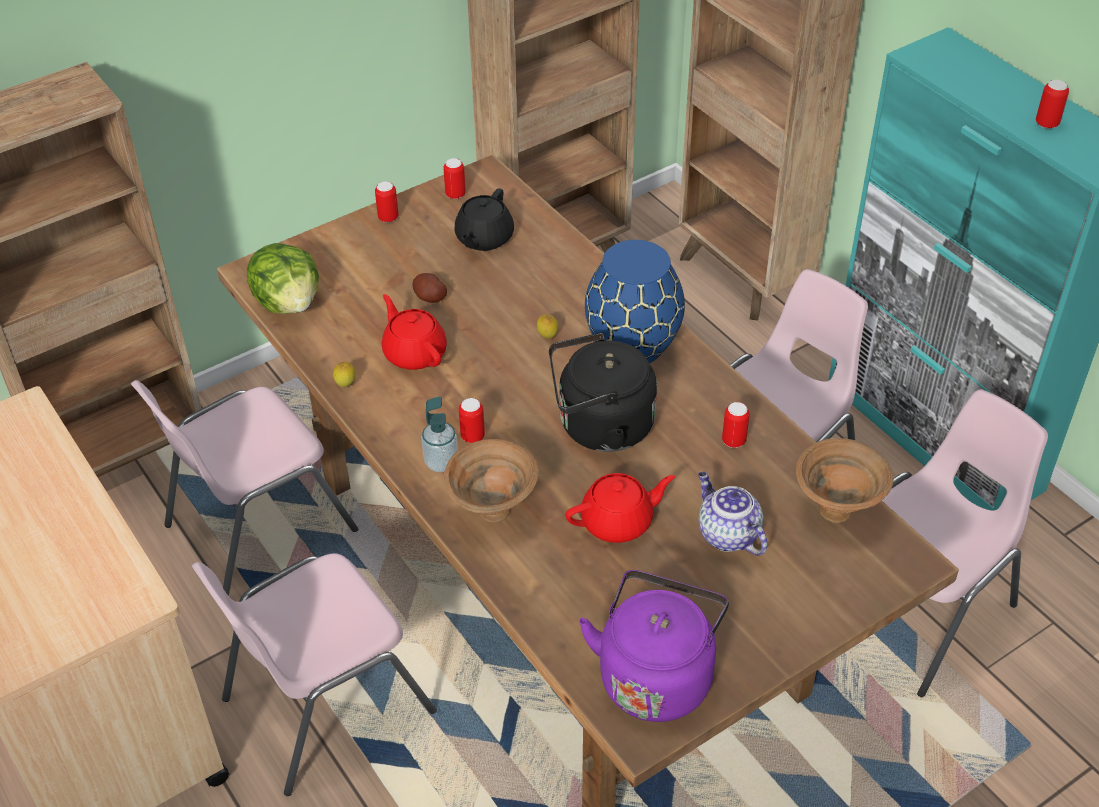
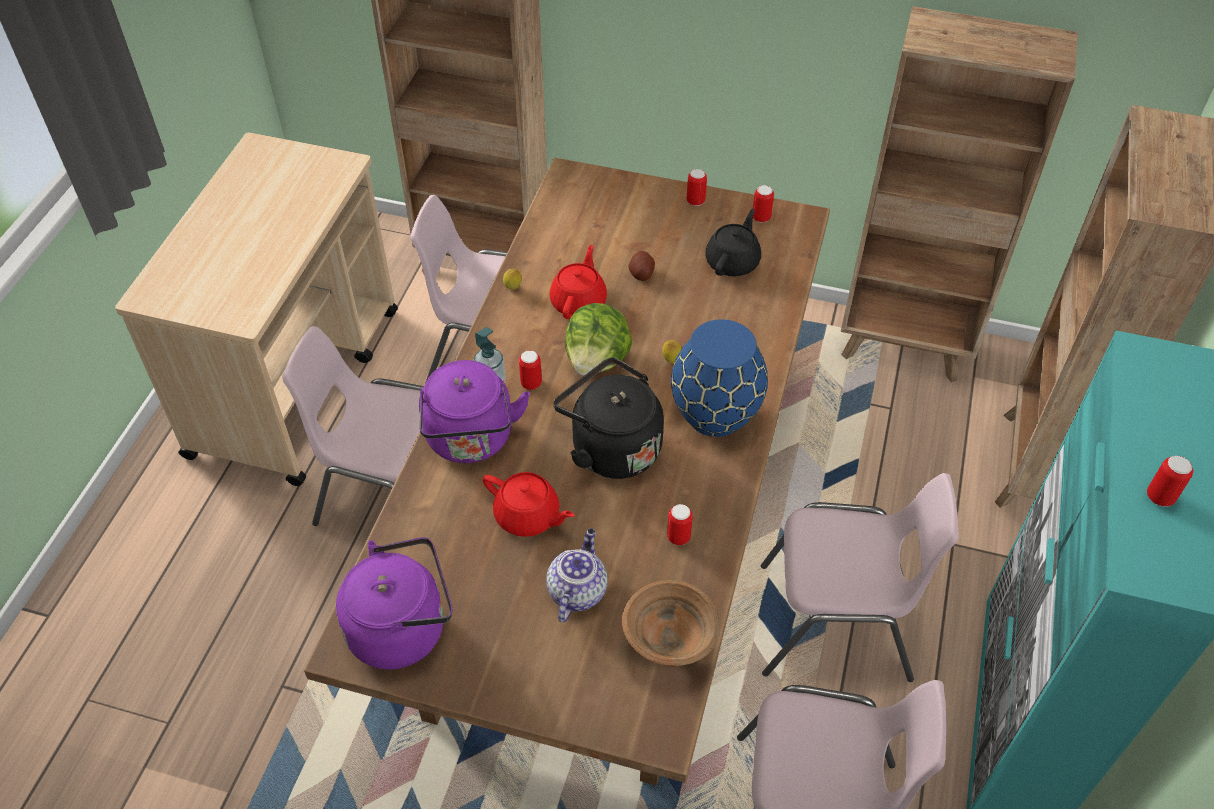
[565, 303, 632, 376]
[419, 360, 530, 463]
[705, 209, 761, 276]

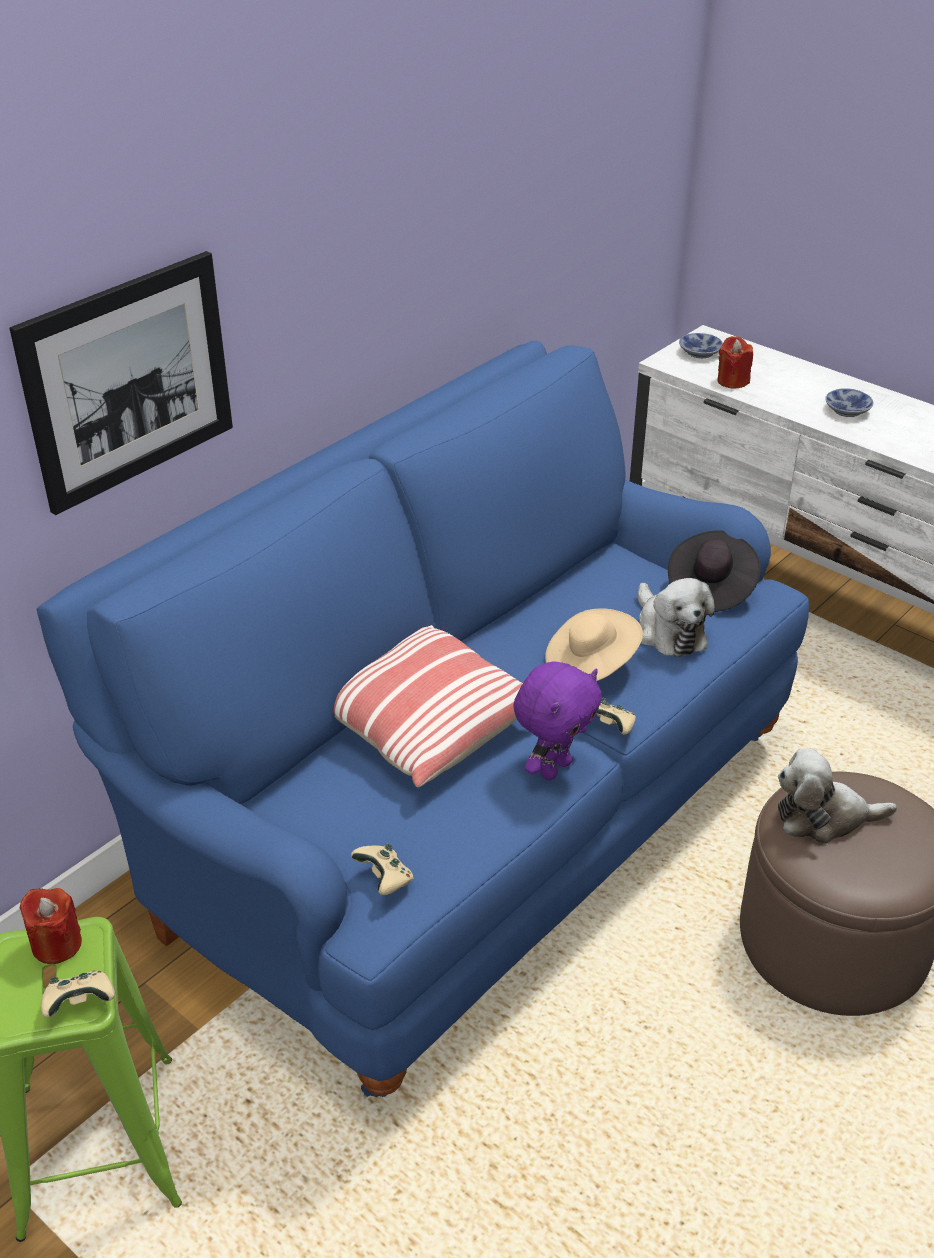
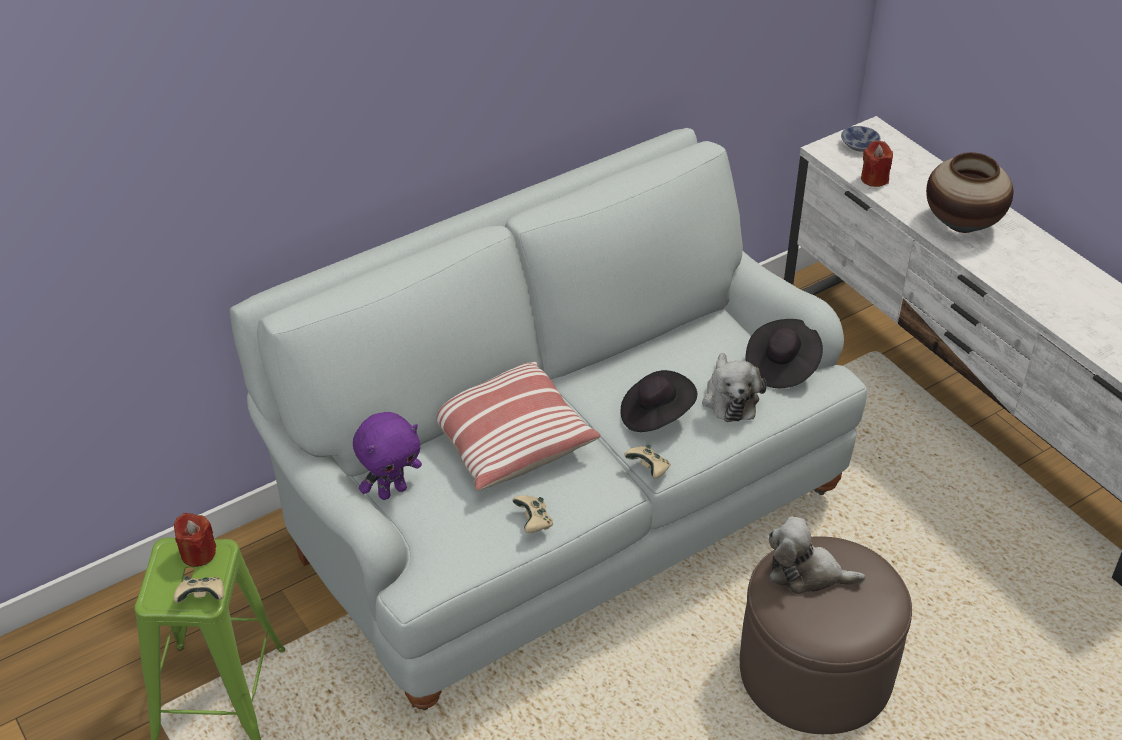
[9, 251, 233, 515] (first image)
[512, 495, 553, 533]
[353, 412, 422, 500]
[926, 152, 1013, 233]
[230, 128, 867, 710]
[621, 370, 697, 432]

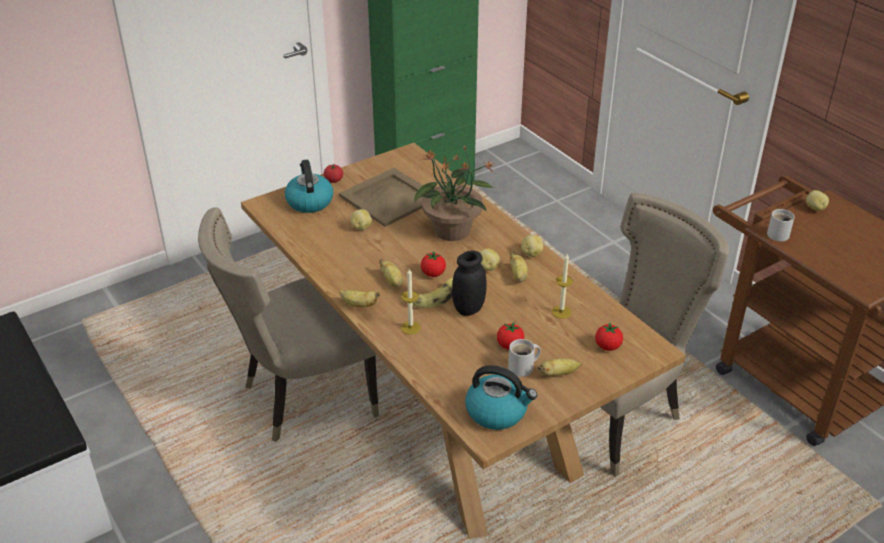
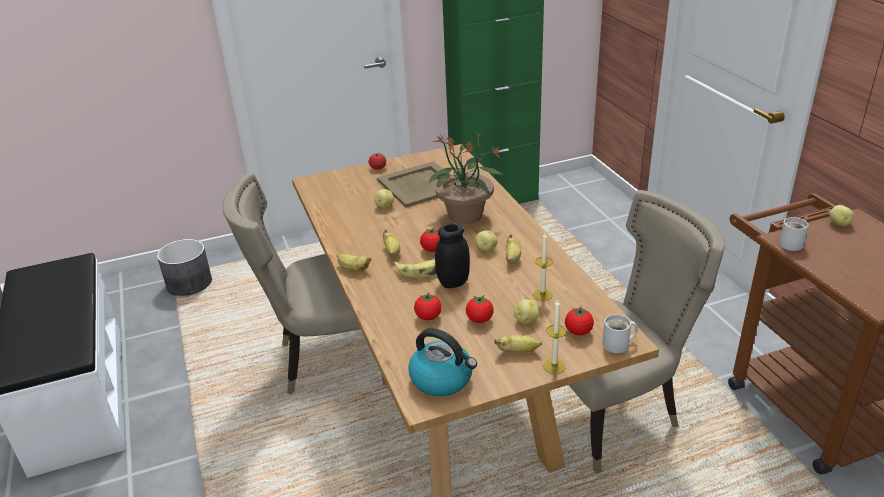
[285, 160, 333, 213] (first image)
[157, 239, 212, 296]
[414, 292, 442, 320]
[543, 300, 566, 374]
[602, 314, 638, 353]
[514, 299, 539, 324]

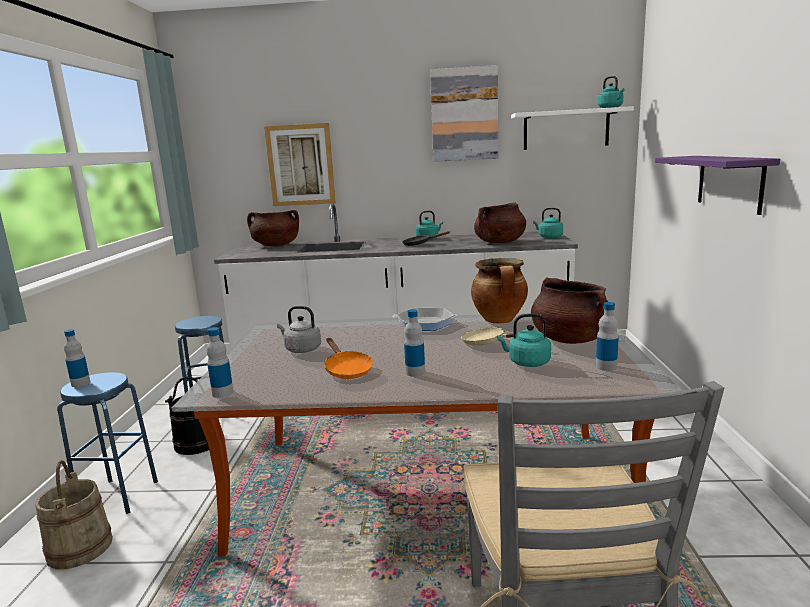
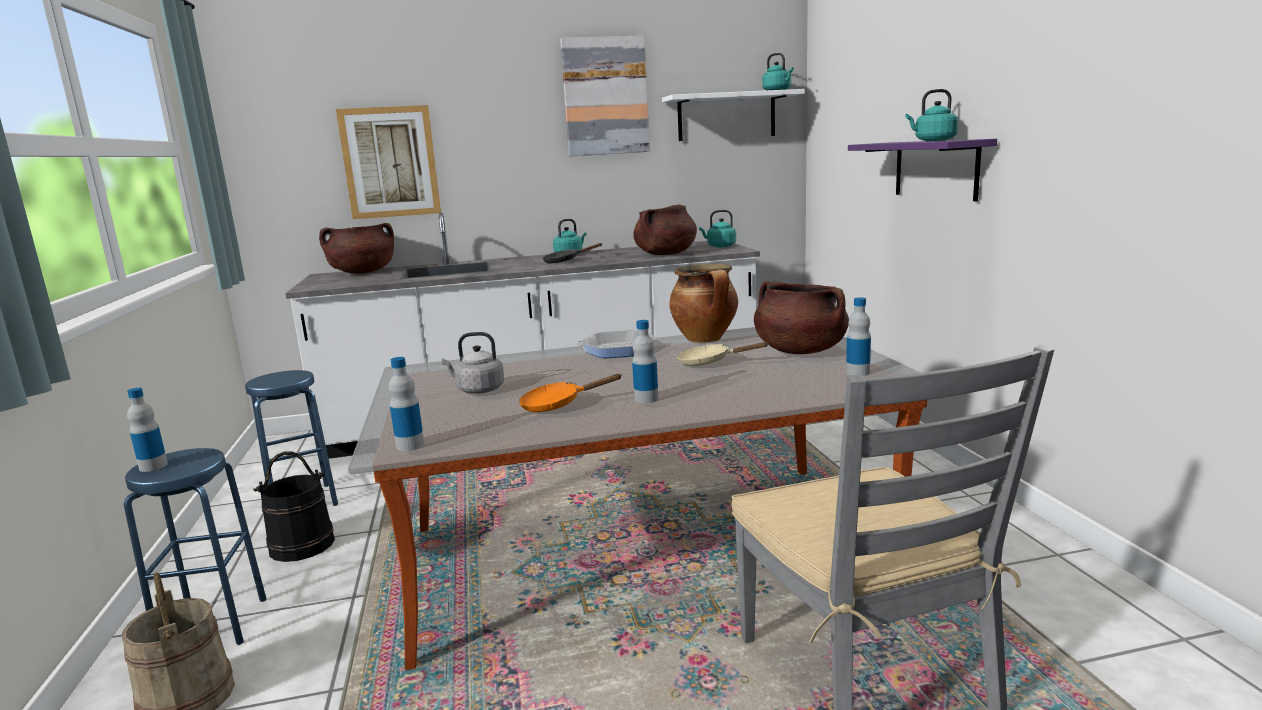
[905, 89, 958, 141]
[519, 374, 622, 412]

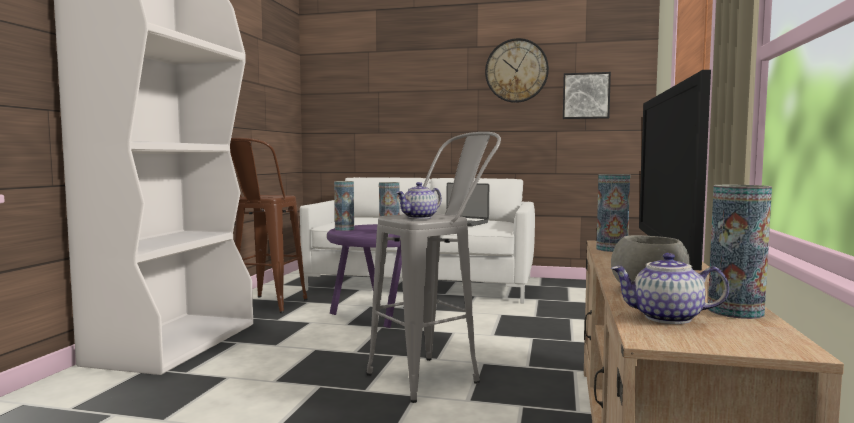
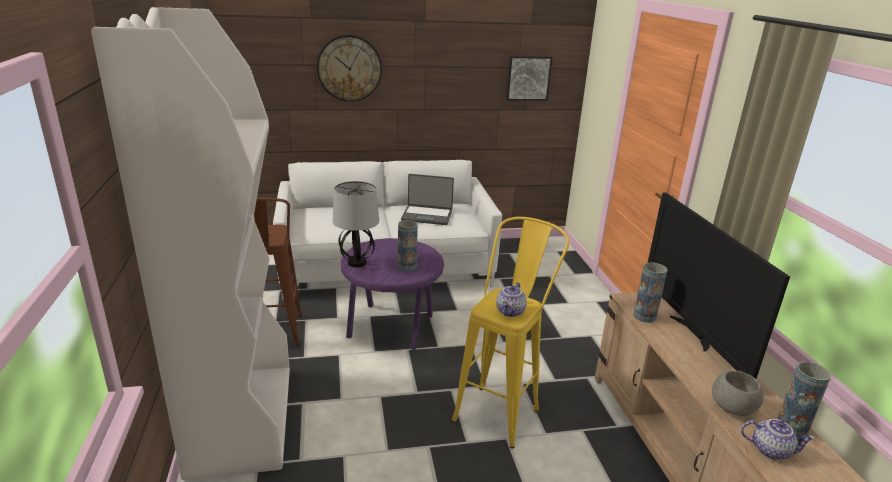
[316, 35, 382, 102]
[333, 181, 379, 268]
[452, 217, 569, 449]
[741, 419, 815, 460]

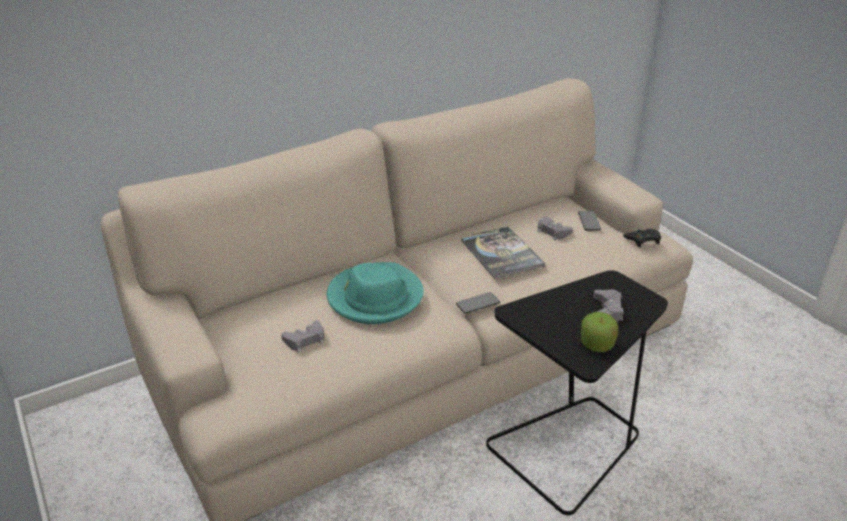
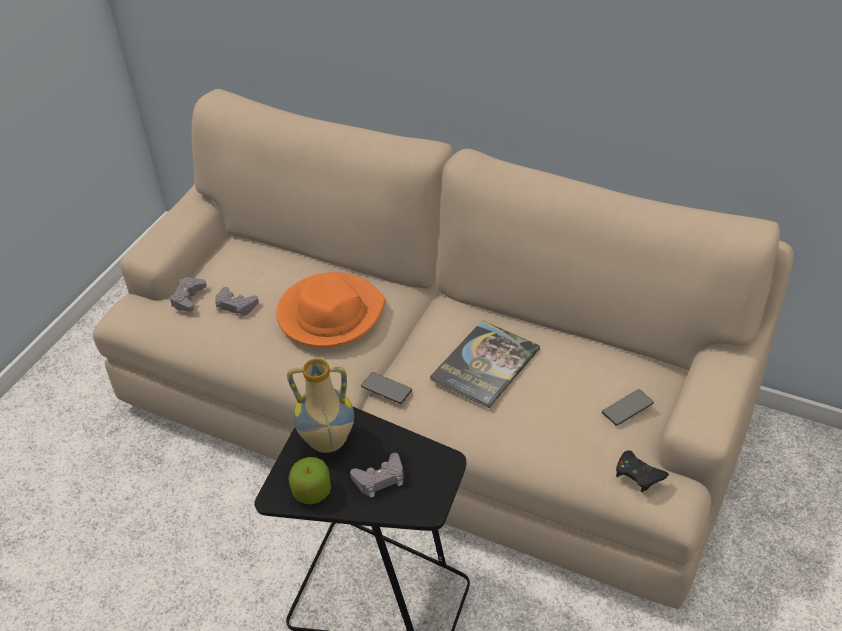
[287, 359, 354, 453]
[170, 277, 207, 312]
[276, 272, 386, 348]

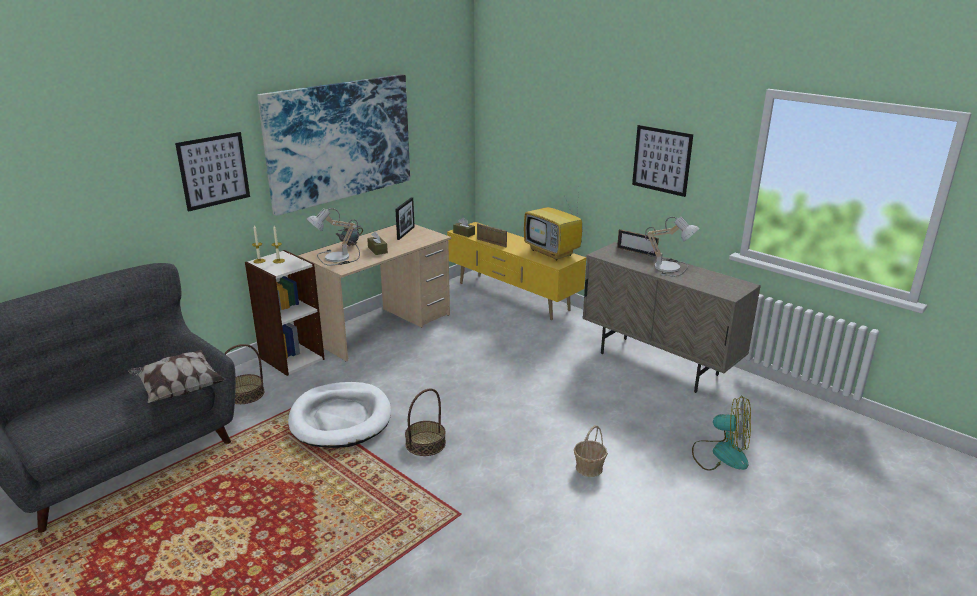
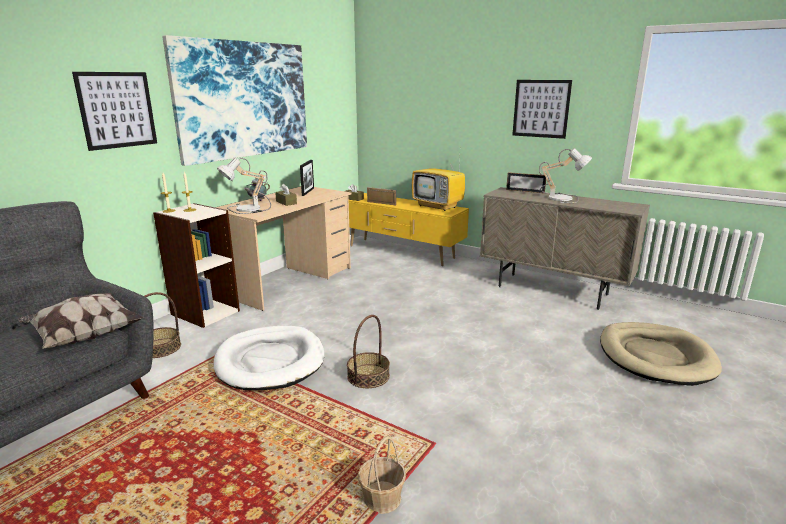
[358, 436, 406, 514]
[600, 322, 722, 386]

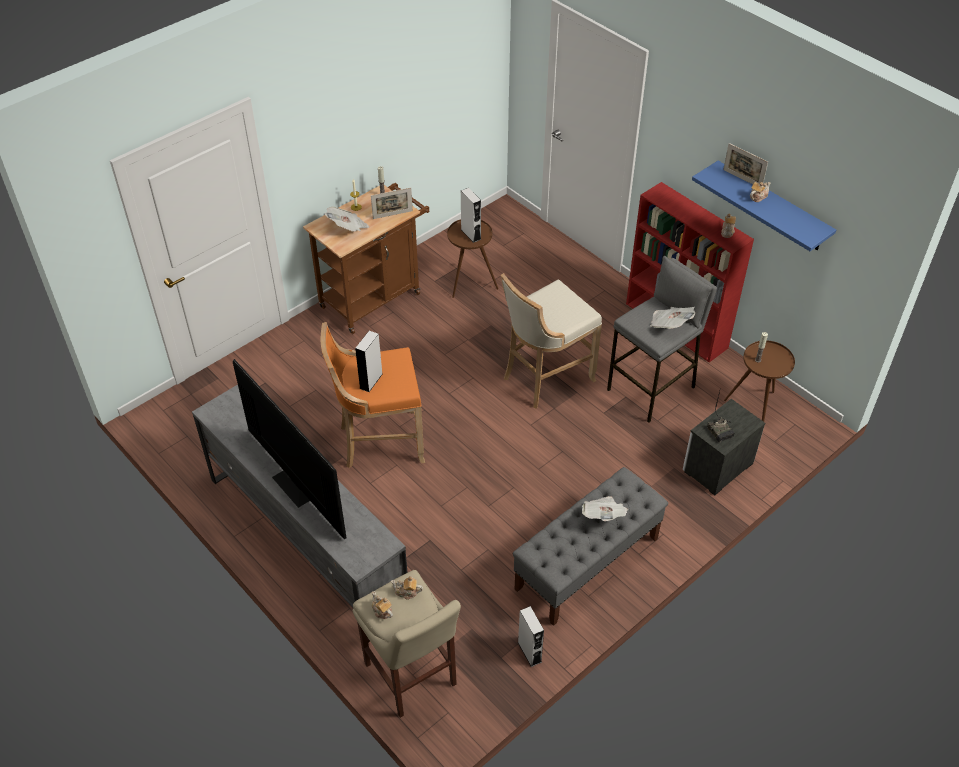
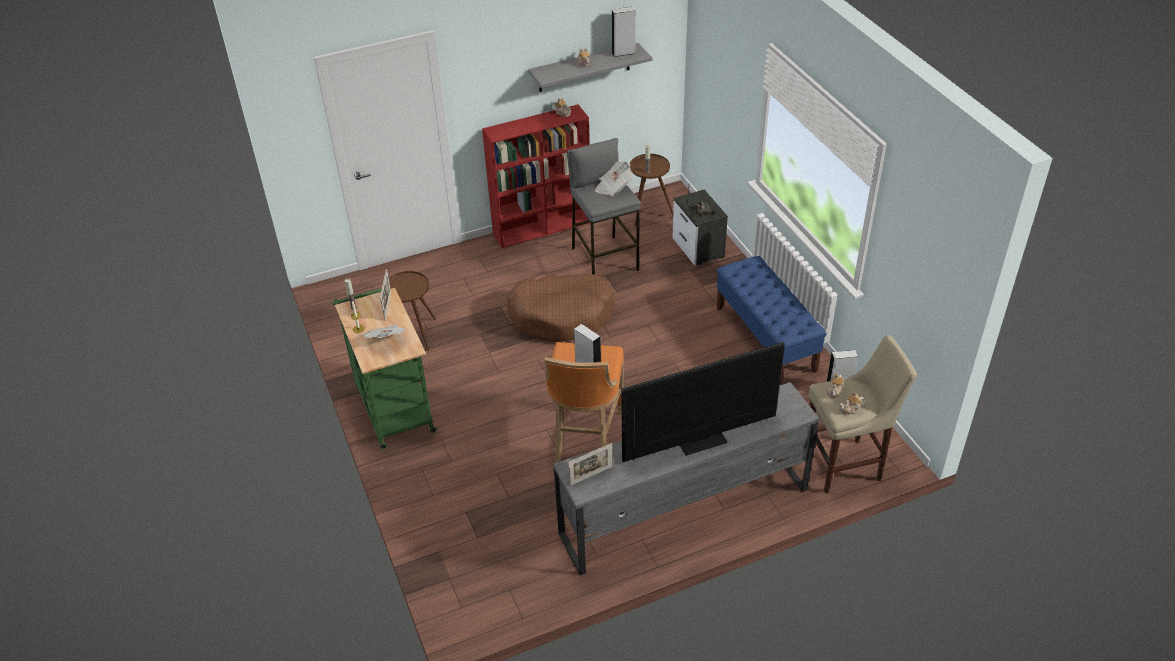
[582, 496, 628, 521] (first image)
[612, 7, 636, 57]
[568, 443, 613, 486]
[507, 273, 615, 342]
[332, 288, 437, 449]
[717, 256, 827, 384]
[528, 43, 652, 92]

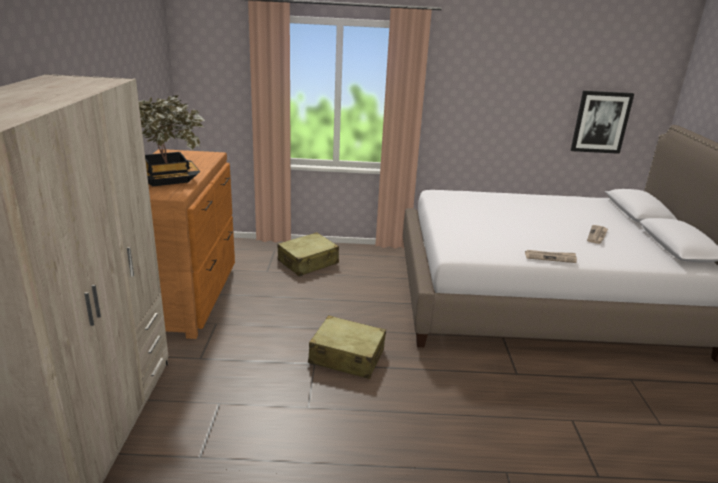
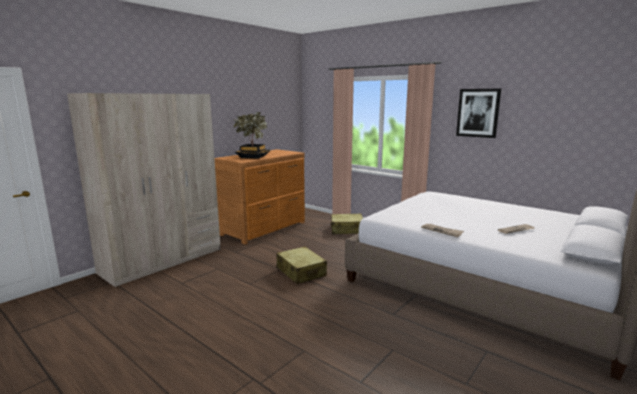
[456, 89, 501, 138]

